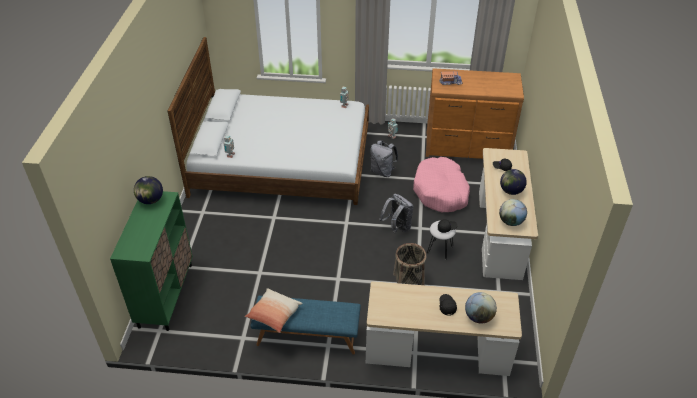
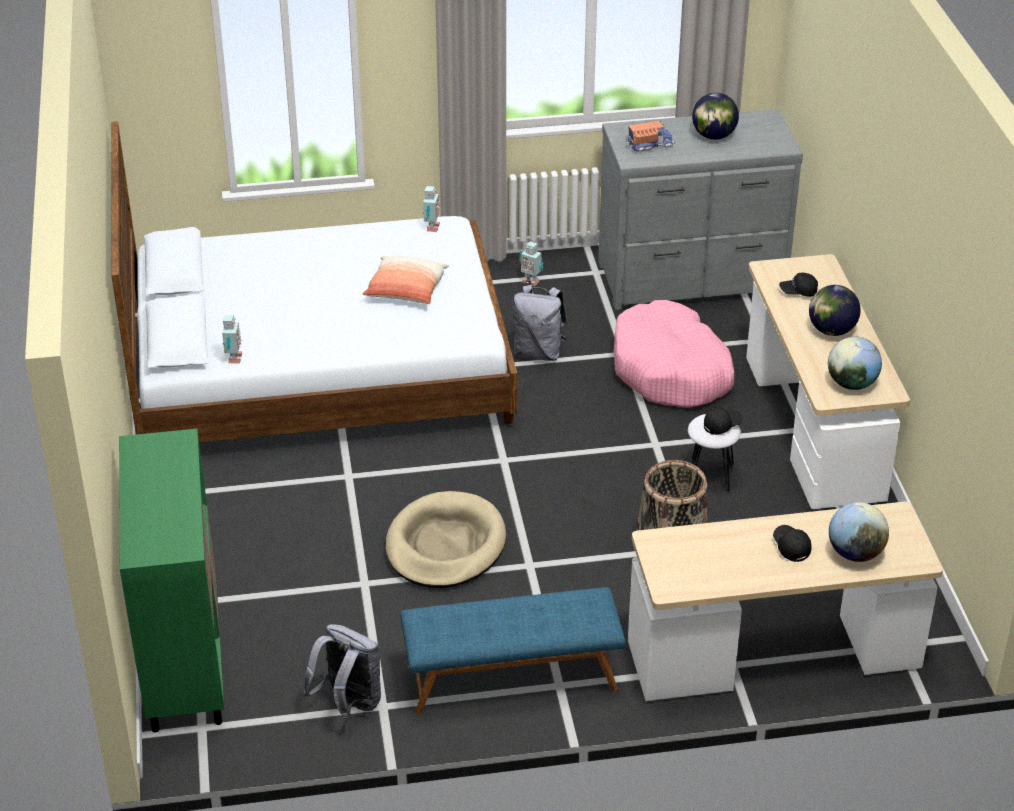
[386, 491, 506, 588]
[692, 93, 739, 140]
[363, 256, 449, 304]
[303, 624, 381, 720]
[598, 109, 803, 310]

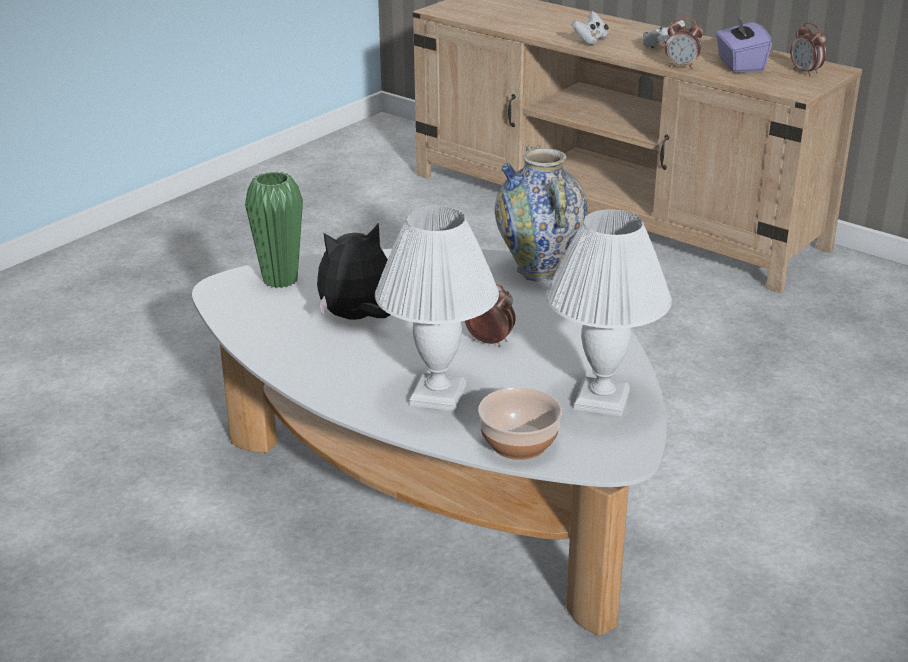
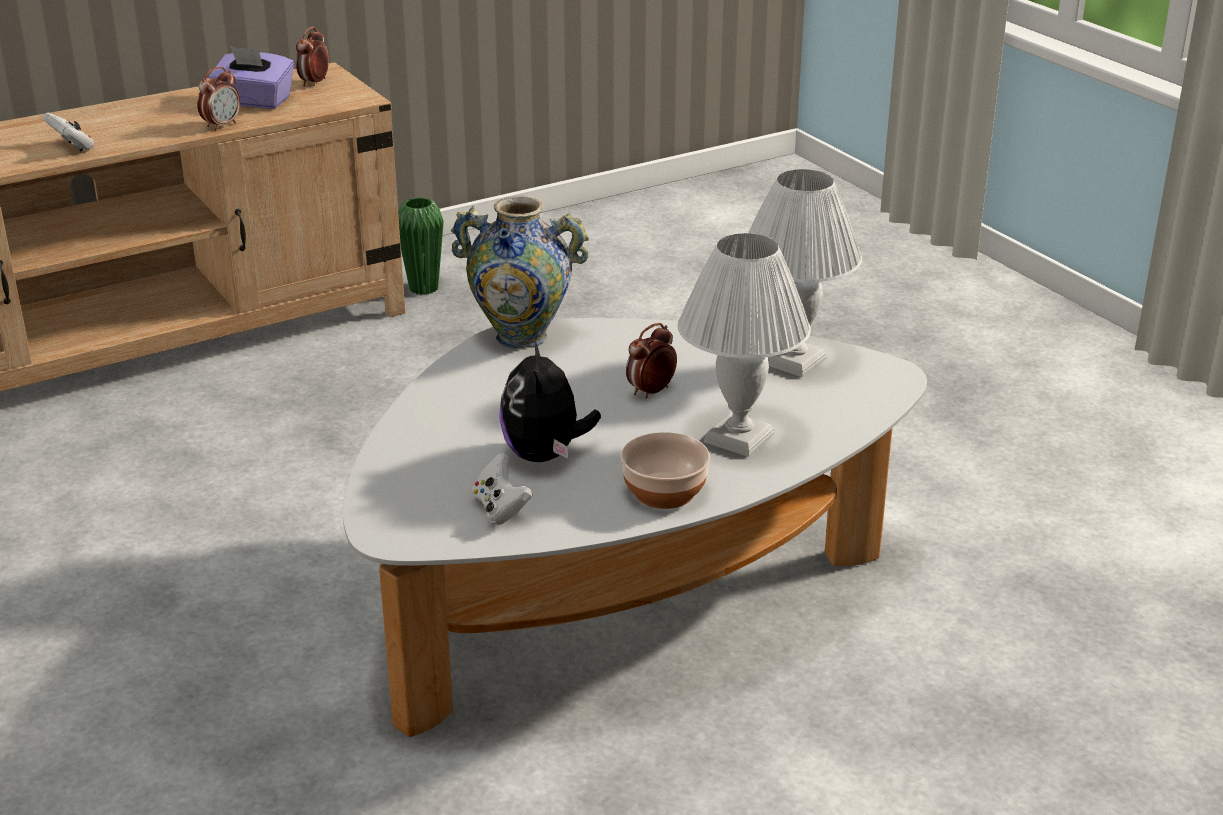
[398, 197, 444, 295]
[621, 432, 710, 509]
[472, 453, 533, 525]
[296, 27, 329, 86]

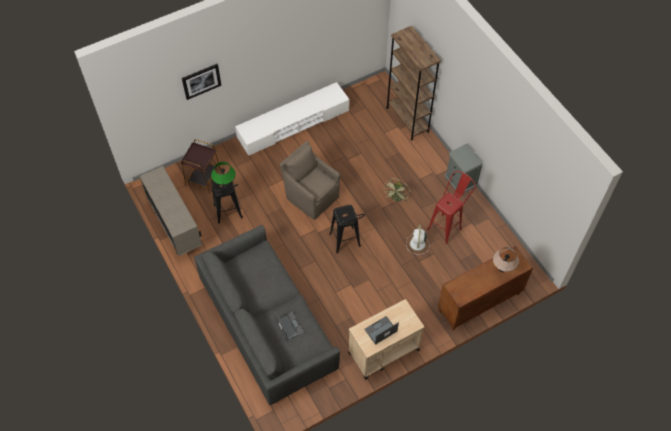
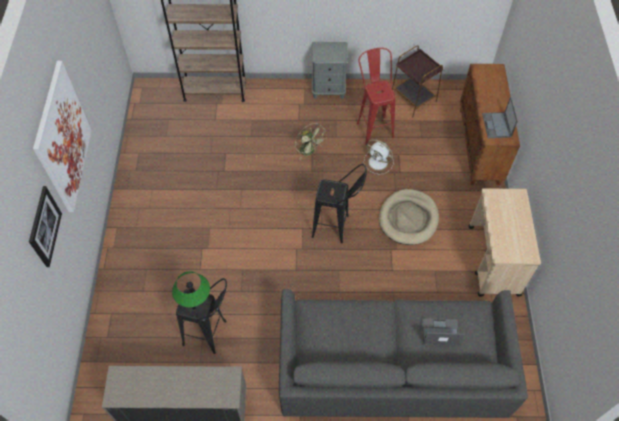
[235, 82, 350, 156] (first image)
[280, 141, 340, 220] (first image)
[493, 247, 519, 272] (first image)
[33, 61, 92, 212]
[379, 189, 439, 245]
[392, 45, 443, 118]
[482, 97, 518, 138]

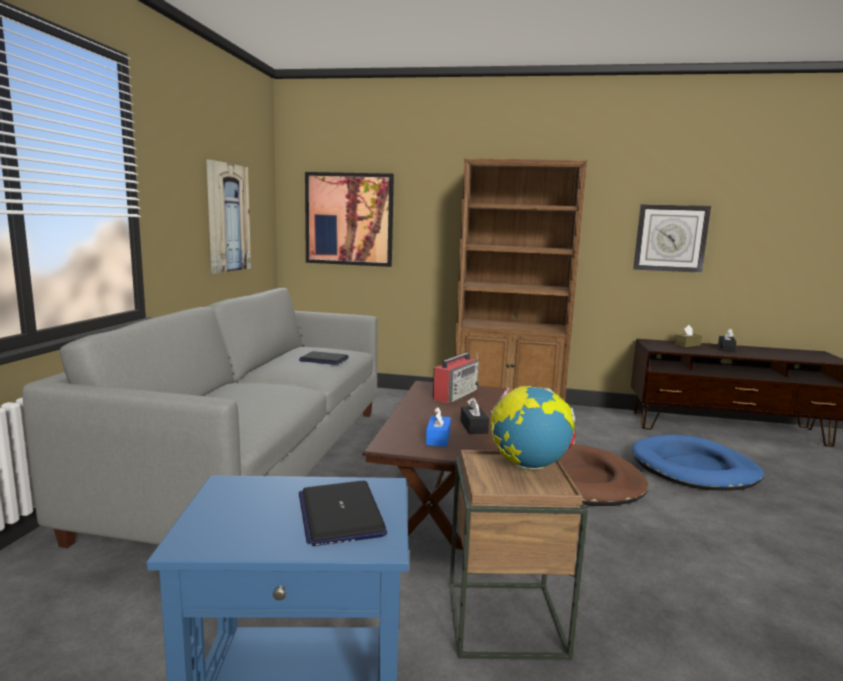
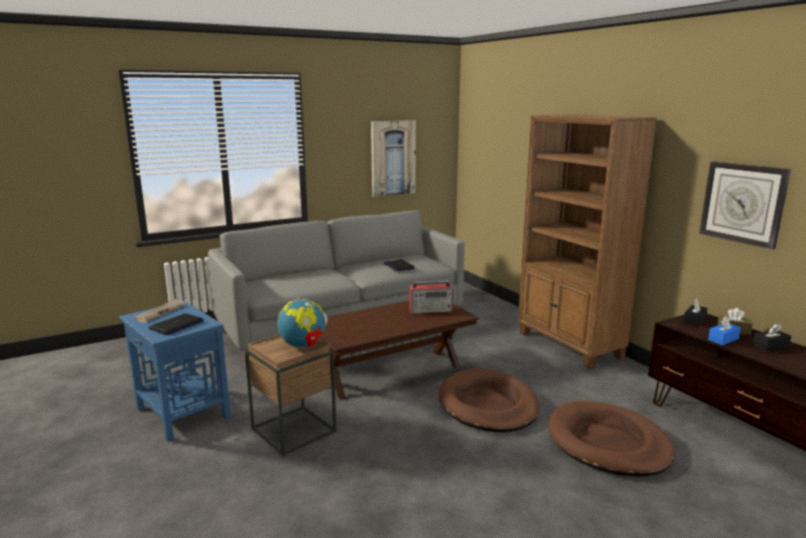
[305, 172, 394, 267] (first image)
[135, 299, 186, 323]
[708, 316, 741, 345]
[683, 299, 708, 326]
[548, 401, 675, 477]

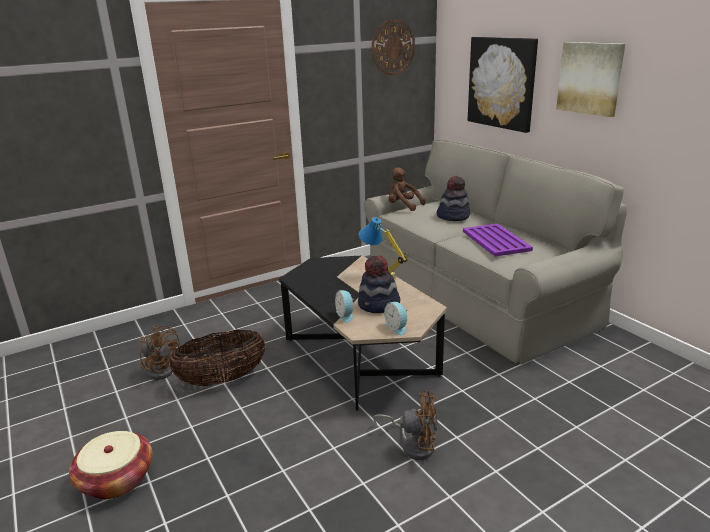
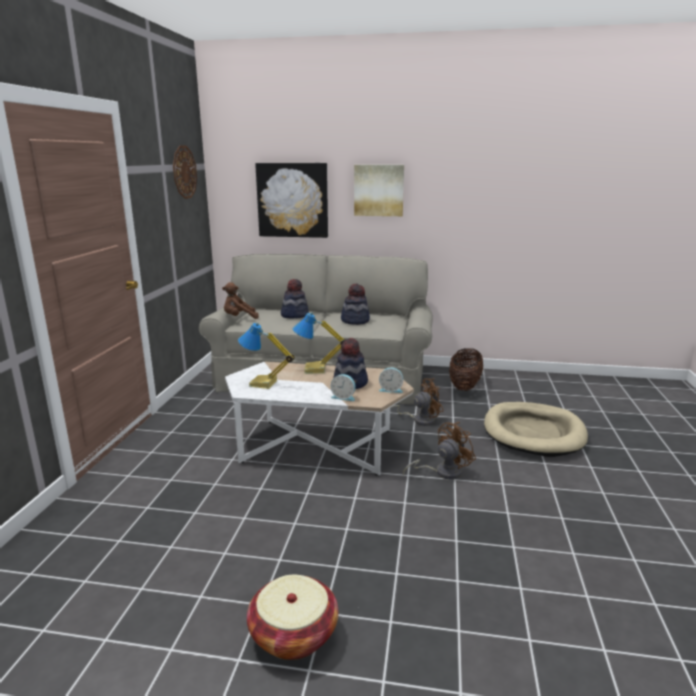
[238, 323, 295, 389]
[484, 402, 588, 457]
[390, 378, 444, 426]
[449, 348, 483, 391]
[341, 284, 370, 325]
[225, 362, 414, 475]

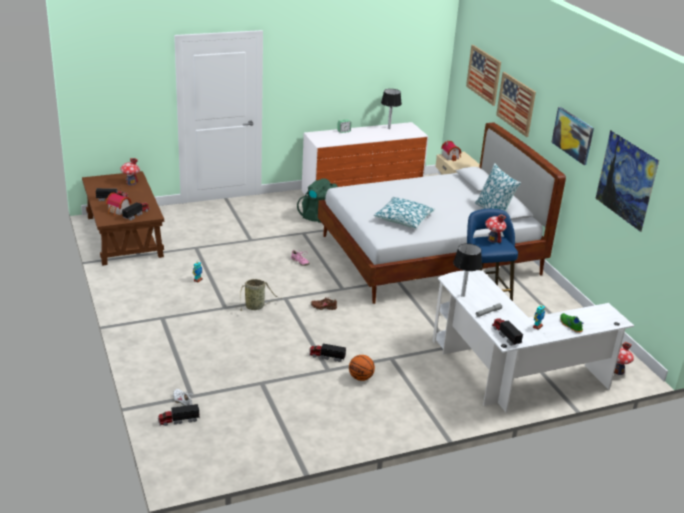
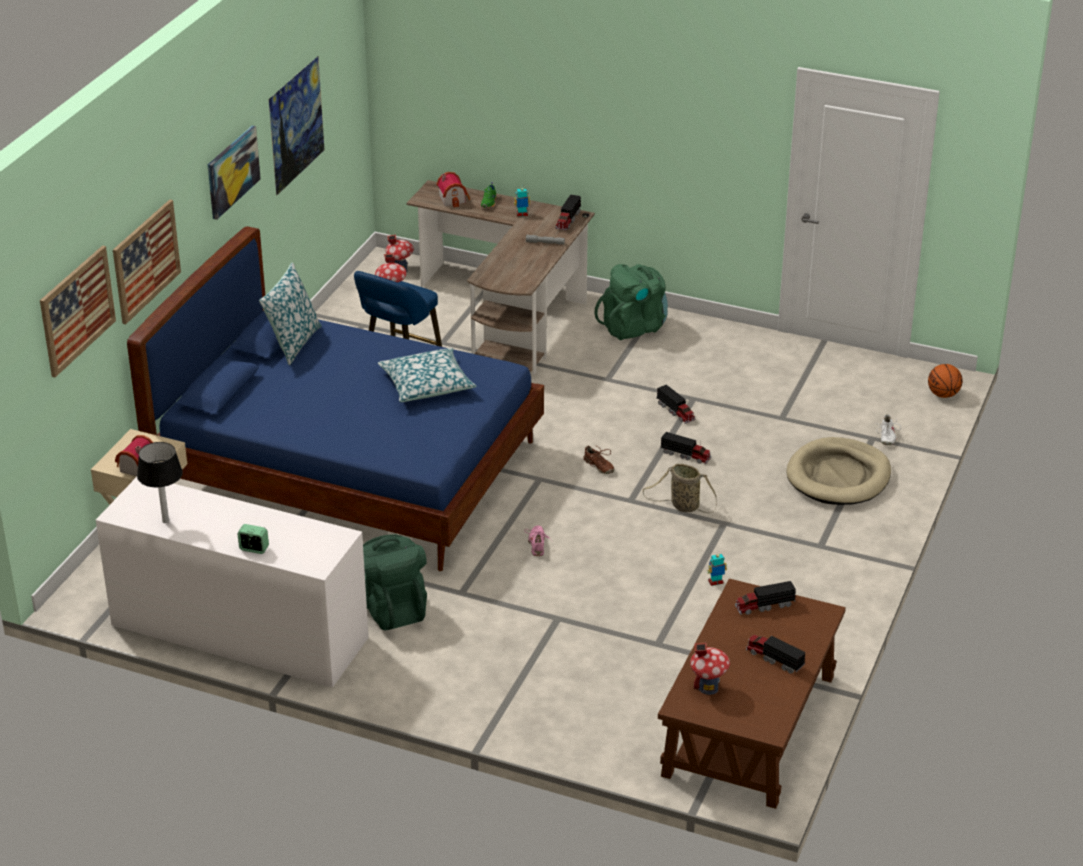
[453, 243, 482, 297] (first image)
[594, 264, 668, 340]
[786, 437, 891, 505]
[437, 172, 470, 208]
[660, 432, 711, 464]
[928, 364, 963, 398]
[127, 226, 544, 571]
[407, 180, 595, 375]

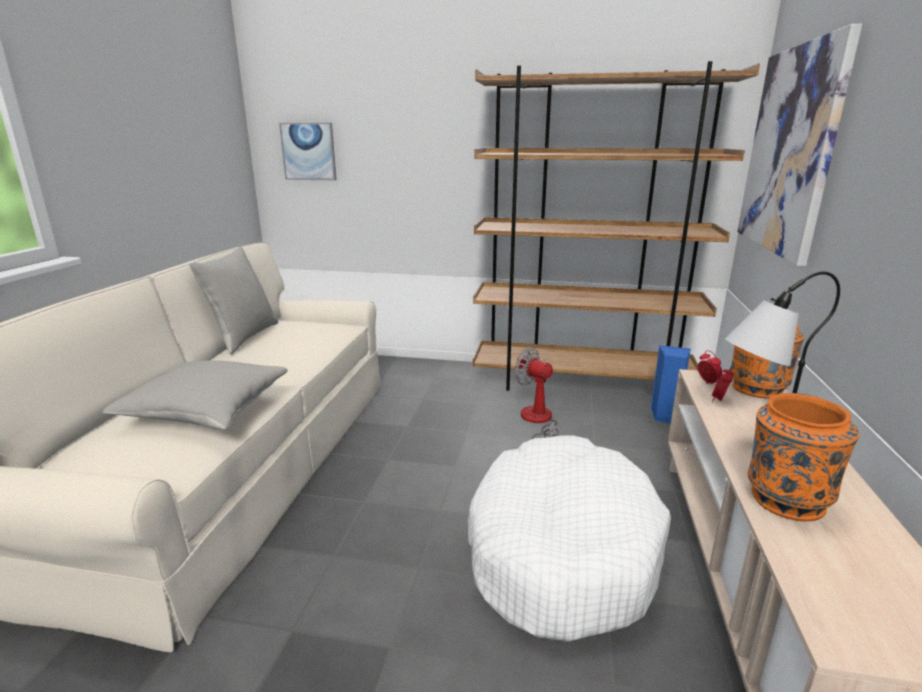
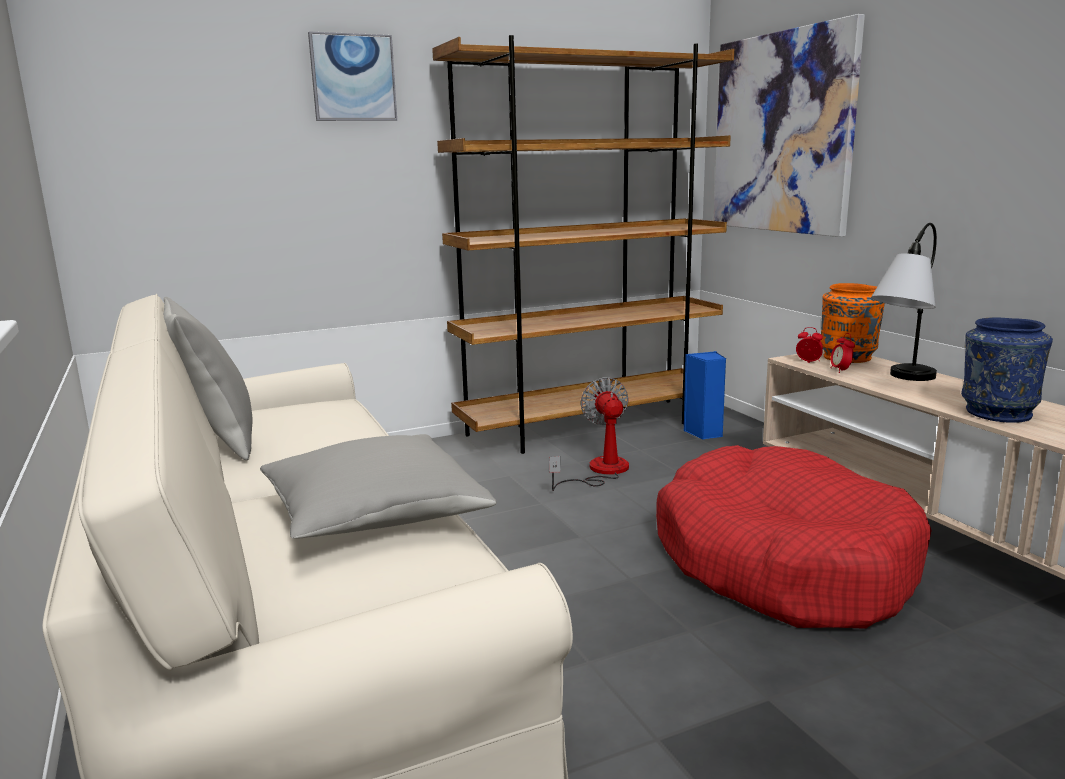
[308, 31, 397, 121]
[656, 445, 932, 629]
[961, 317, 1053, 423]
[549, 377, 629, 491]

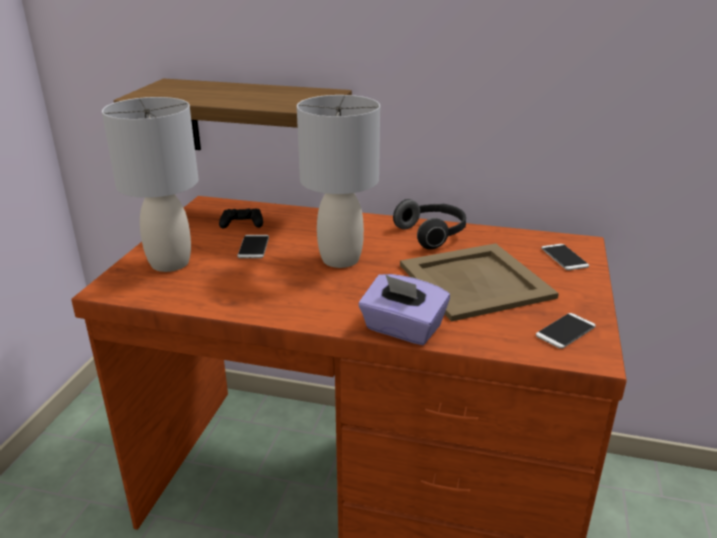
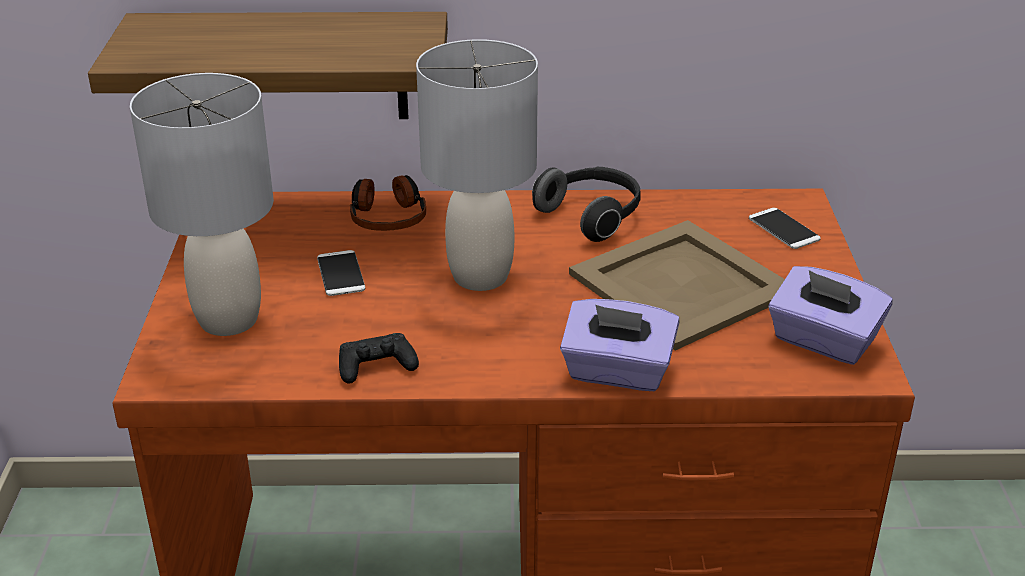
[350, 175, 426, 231]
[339, 333, 419, 384]
[768, 266, 893, 365]

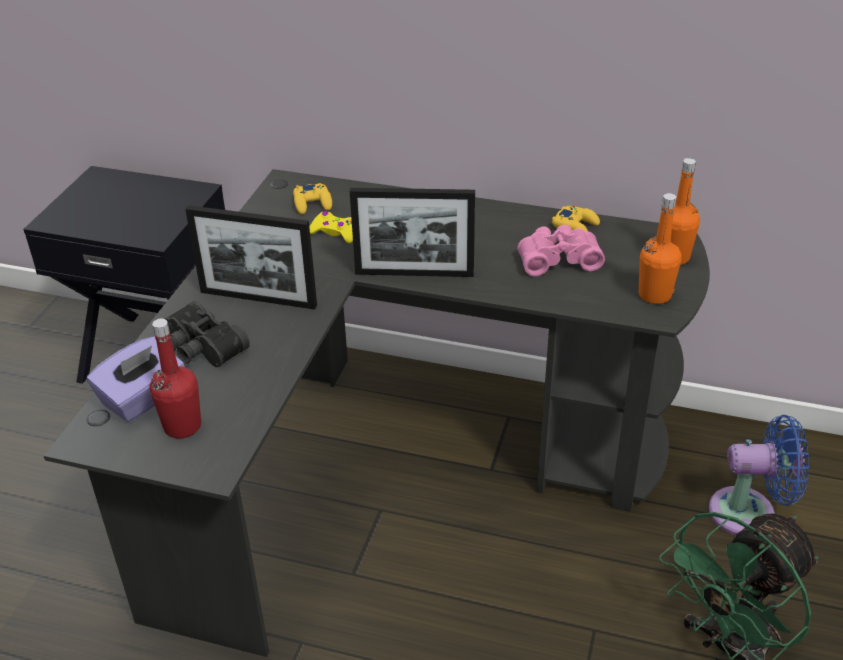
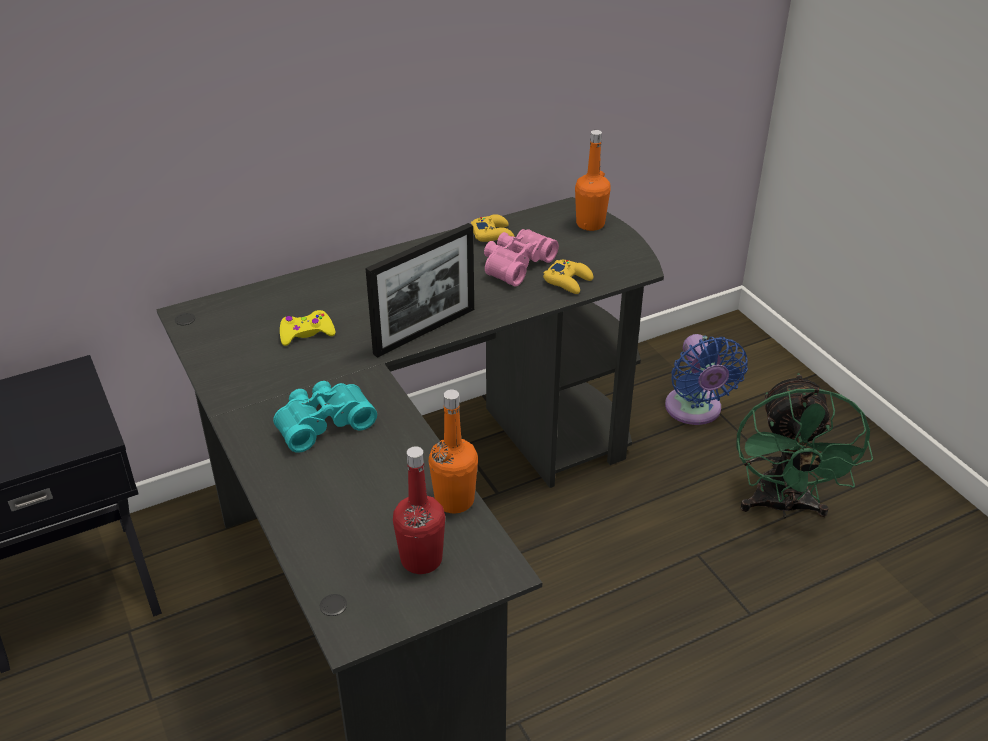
[87, 337, 185, 422] (first image)
[164, 301, 250, 367] (first image)
[543, 260, 593, 294]
[429, 389, 478, 514]
[273, 381, 377, 453]
[665, 334, 748, 425]

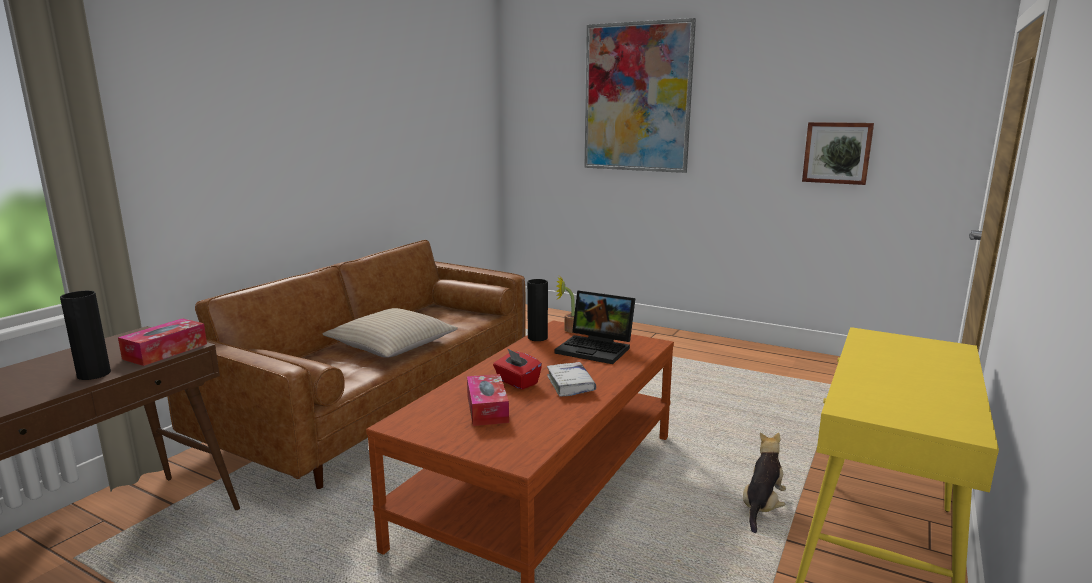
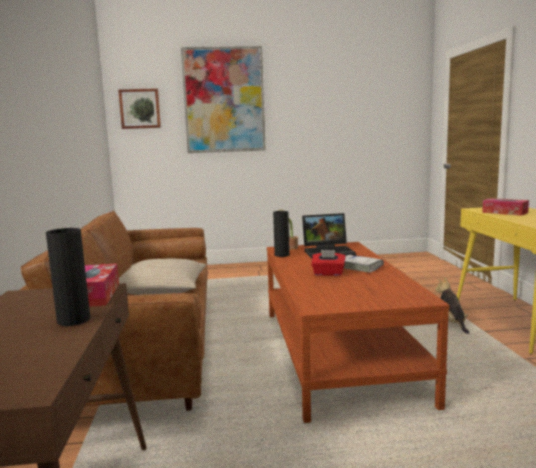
[482, 198, 529, 216]
[118, 88, 161, 129]

